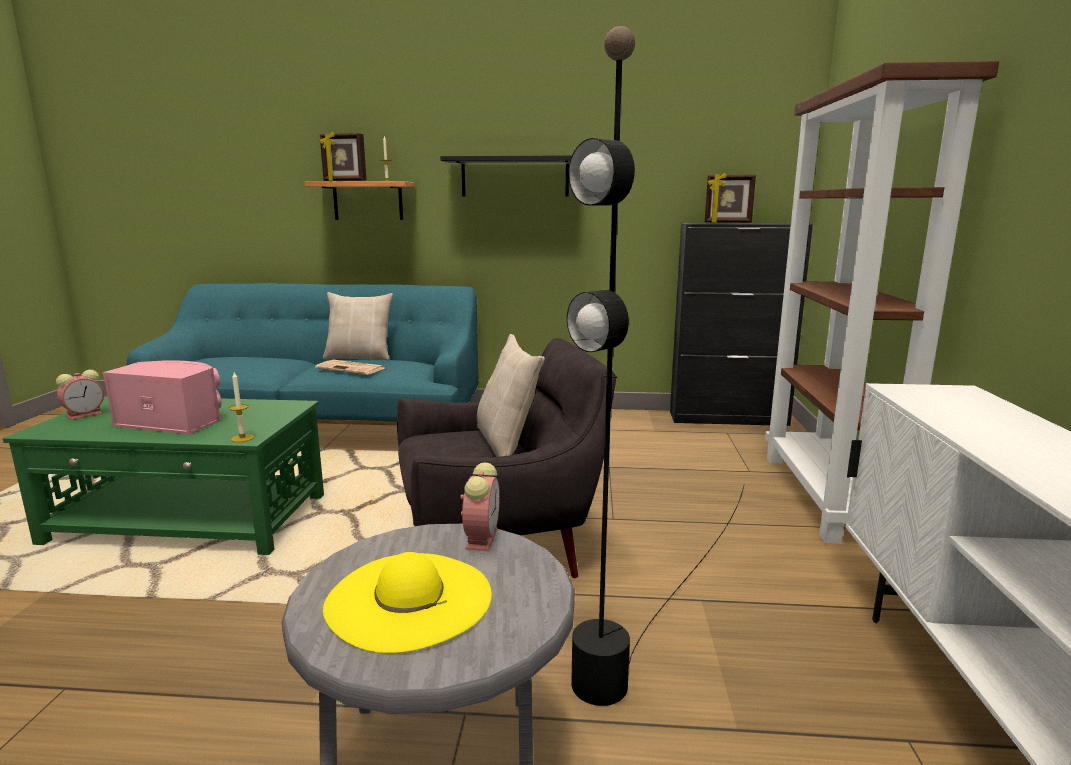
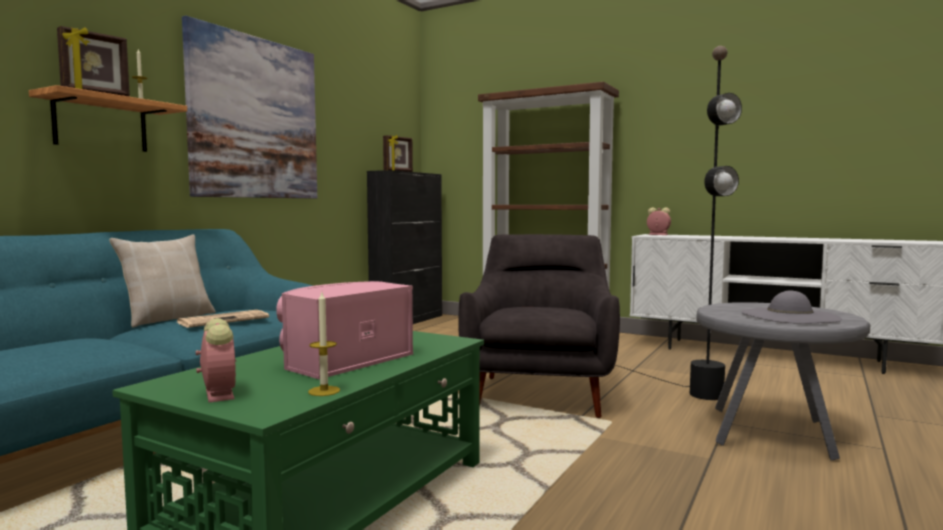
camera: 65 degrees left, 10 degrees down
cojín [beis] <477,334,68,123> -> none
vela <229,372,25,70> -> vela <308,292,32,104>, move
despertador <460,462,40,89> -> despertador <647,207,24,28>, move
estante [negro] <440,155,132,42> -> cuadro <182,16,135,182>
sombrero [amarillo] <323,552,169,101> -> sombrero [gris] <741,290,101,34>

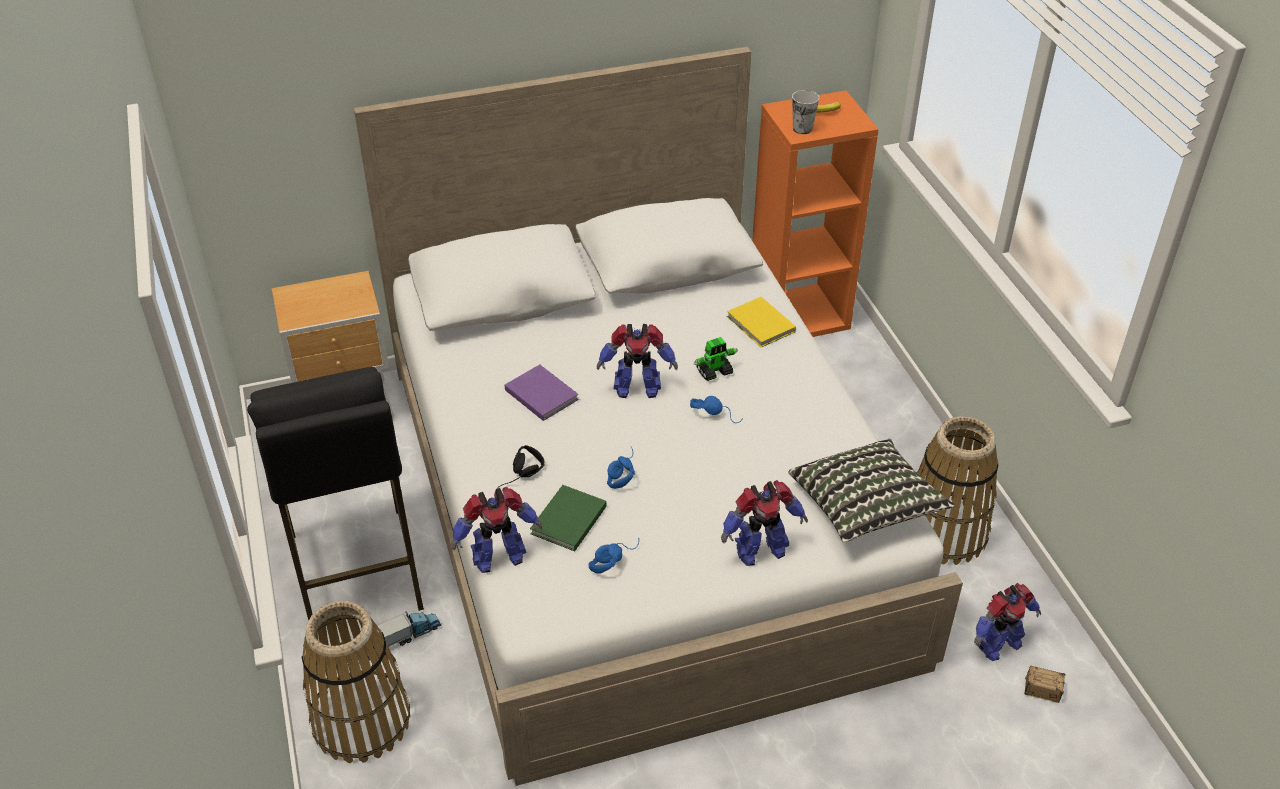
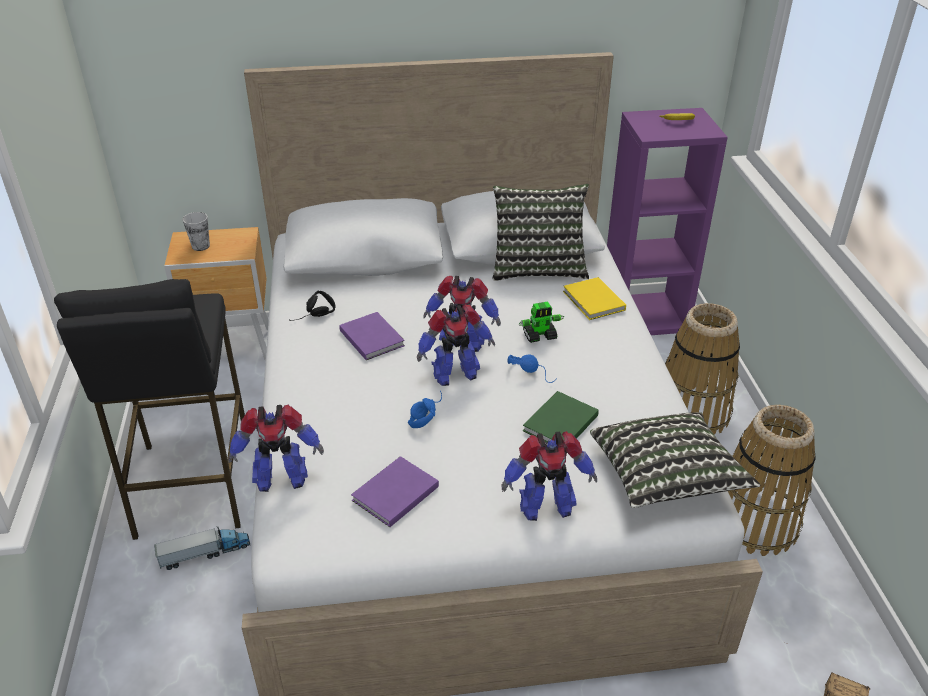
camera: 10 degrees right, 5 degrees down
none -> cojín <493,184,96,97>
cesta <302,601,108,162> -> cesta <665,303,75,132>, move
auriculares [negro] <499,445,46,42> -> auriculares [negro] <290,291,46,30>, move
libro [verde] <530,485,77,66> -> libro [verde] <523,391,76,51>, move
taza <792,90,27,44> -> taza <182,212,28,39>, move
robot de juguete <974,583,67,78> -> robot de juguete <417,304,78,82>, move
auriculares [azul] <589,538,50,36> -> libro [morado] <351,456,88,71>
estantería [naranja] <752,90,127,247> -> estantería [morado] <607,108,121,227>

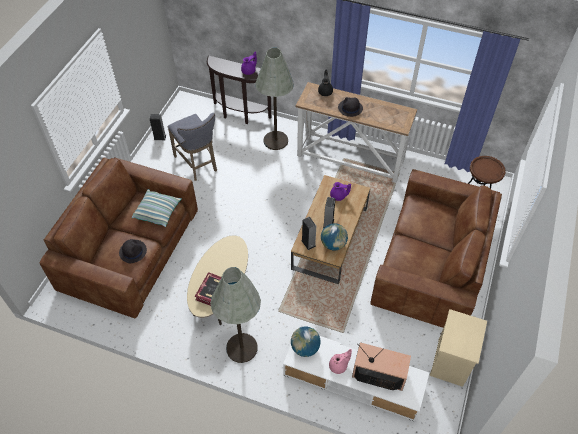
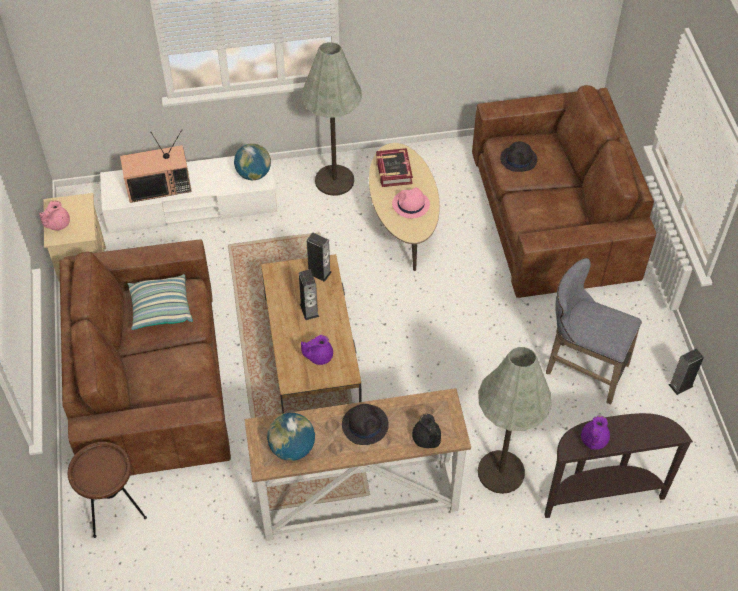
camera: 150 degrees right, 0 degrees up
none -> sombrero [rosa] <392,188,38,30>
cojín <132,189,50,38> -> cojín <128,274,65,56>, move
globo terráqueo <321,223,27,27> -> globo terráqueo <267,413,48,48>, move
tetera [rosa] <329,349,23,25> -> tetera [rosa] <39,200,31,30>, move

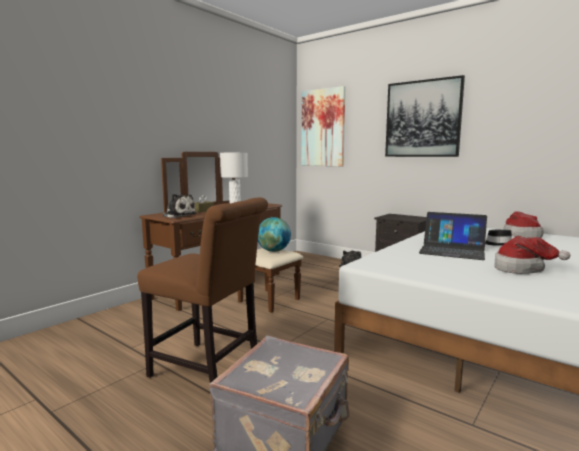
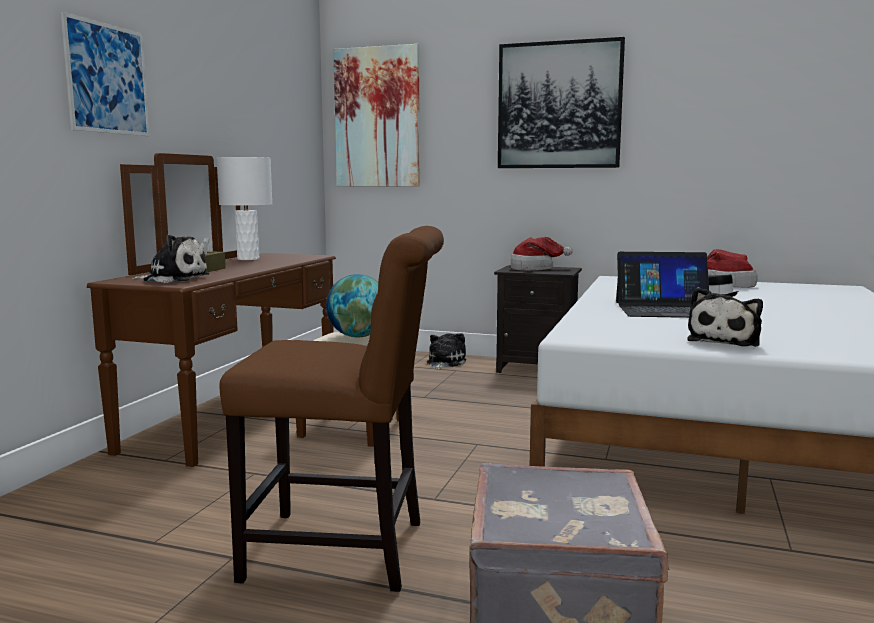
camera: 20 degrees left, 0 degrees up
none -> cuadro <61,12,89,124>
none -> peluche <687,287,76,60>
sombrero <495,236,75,38> -> sombrero <511,237,61,34>, move

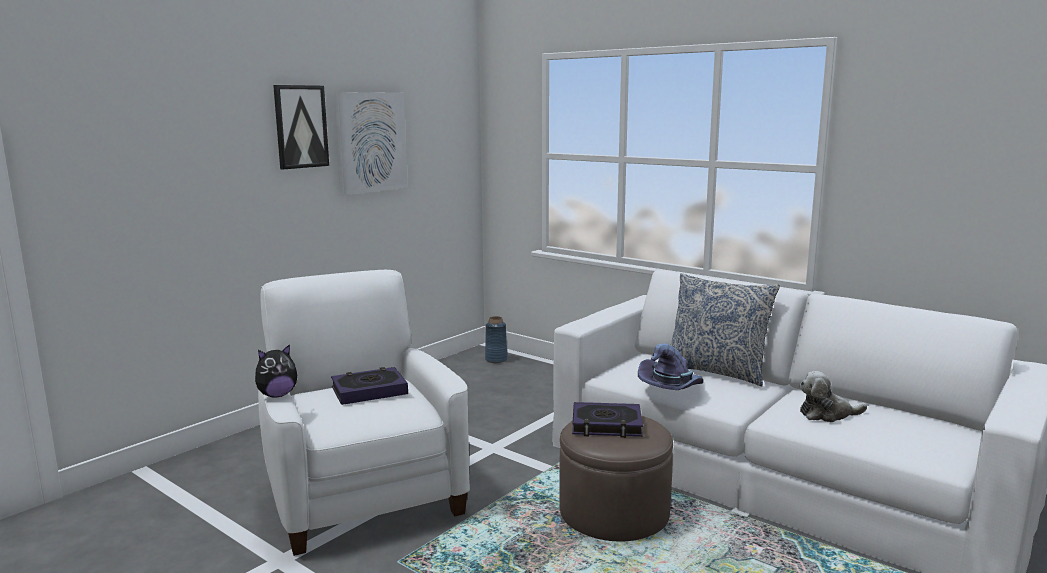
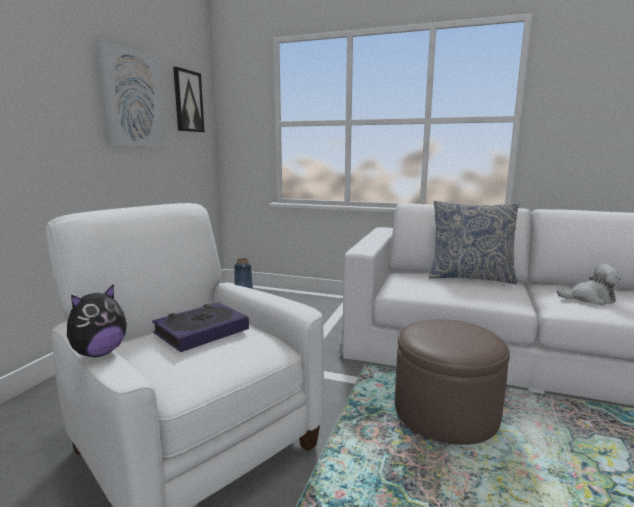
camera: 20 degrees left, 0 degrees up
libro <572,402,71,36> -> none
sombrero [morado] <638,344,65,46> -> none
cuadro <273,85,56,84> -> cuadro <173,67,31,65>, move
peluche <799,371,68,51> -> peluche <557,264,65,41>, 150 degrees counterclockwise

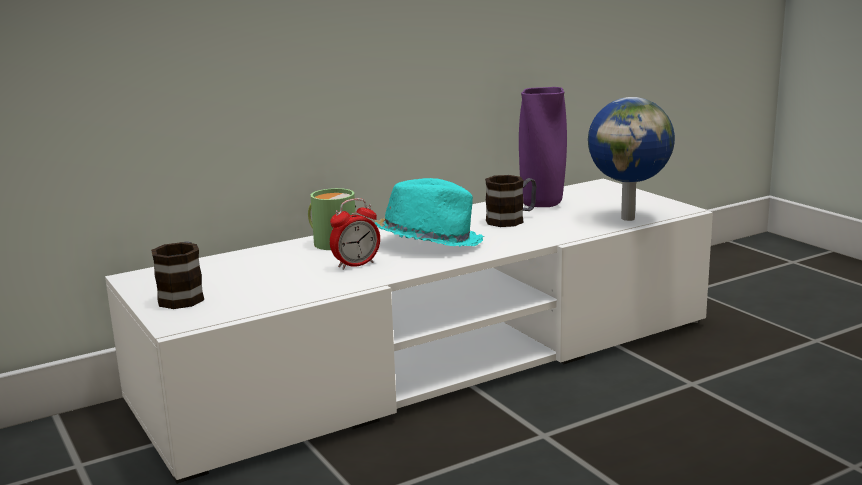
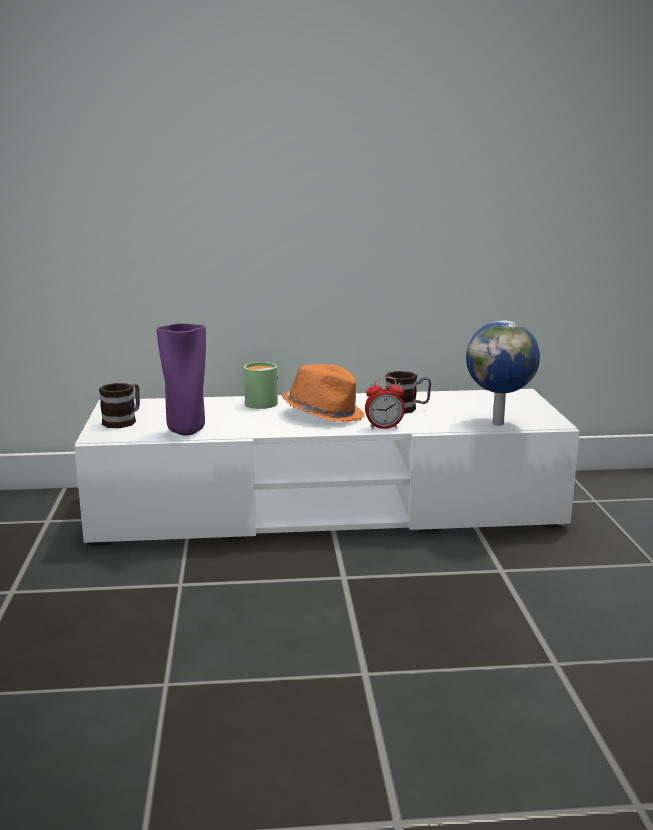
camera: 25 degrees right, 0 degrees up
despertador <330,198,50,72> -> despertador <365,377,40,52>, move
florero [morado] <519,87,48,120> -> florero [morado] <156,323,50,113>, move
sombrero [turquesa] <375,178,109,69> -> sombrero [naranja] <282,364,82,59>

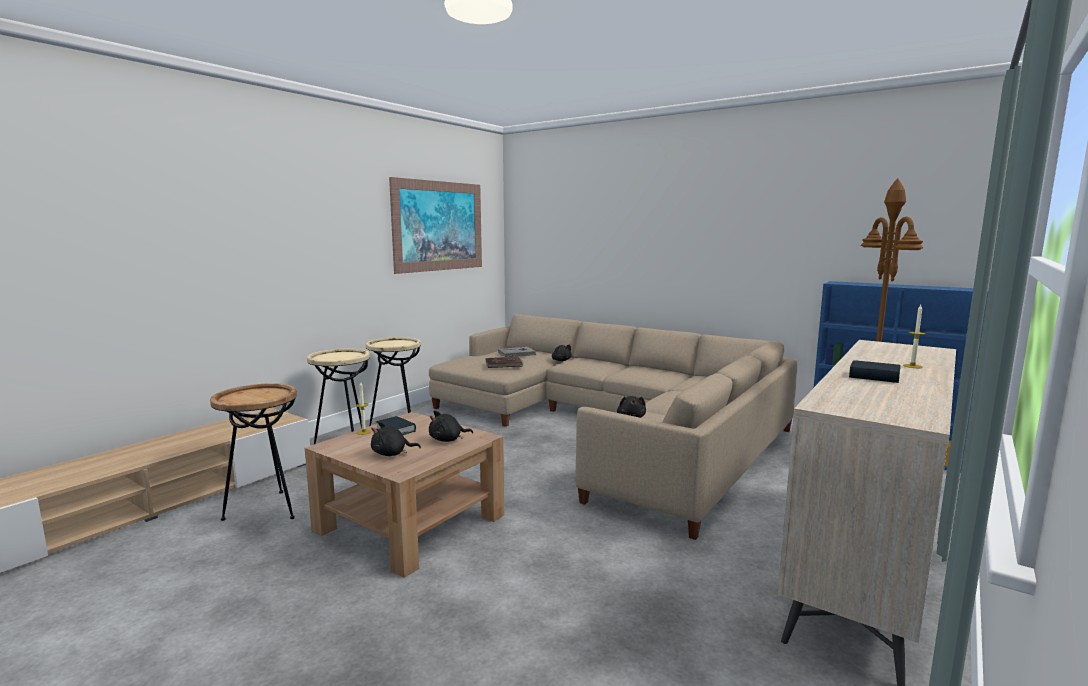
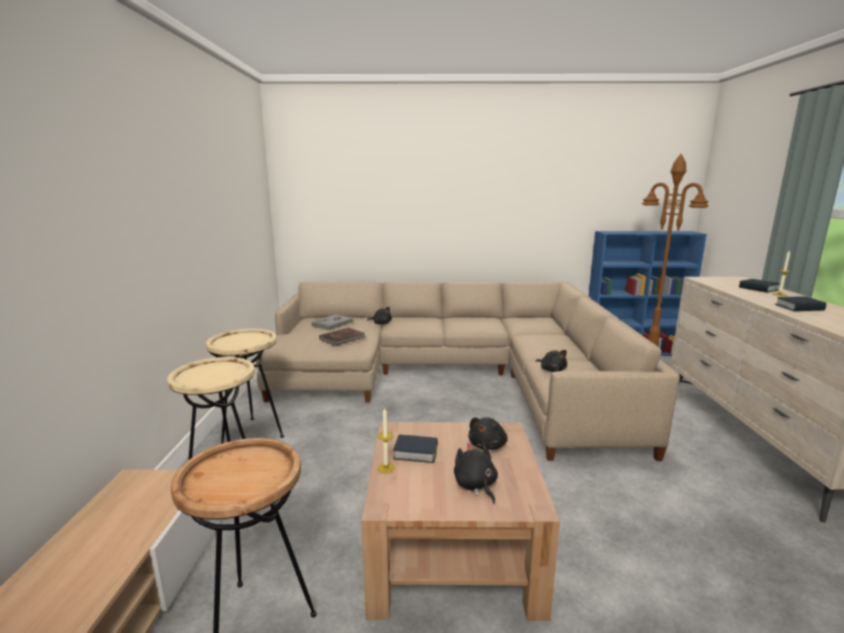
camera: 35 degrees left, 5 degrees up
cuadro <389,177,93,97> -> none
none -> libro <739,279,41,14>
peluche [negro] <371,422,50,34> -> peluche [negro] <454,443,44,61>, 120 degrees clockwise

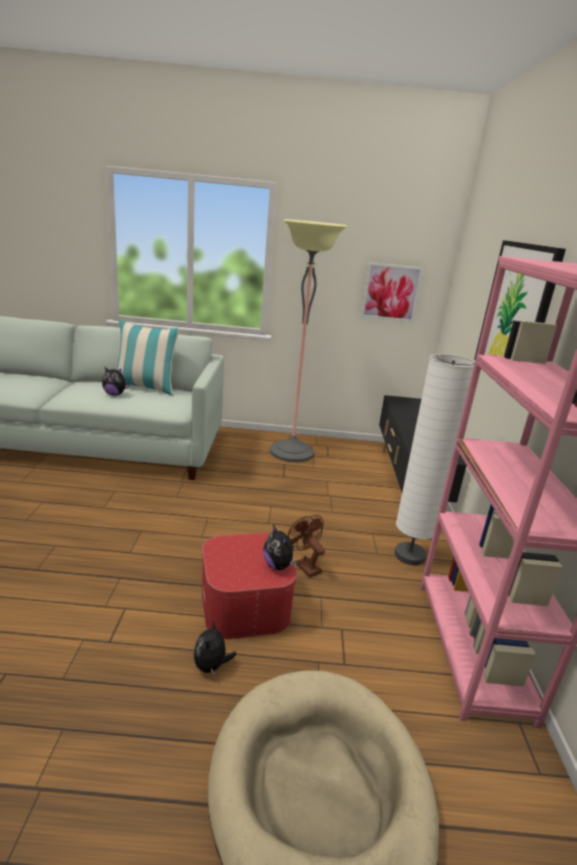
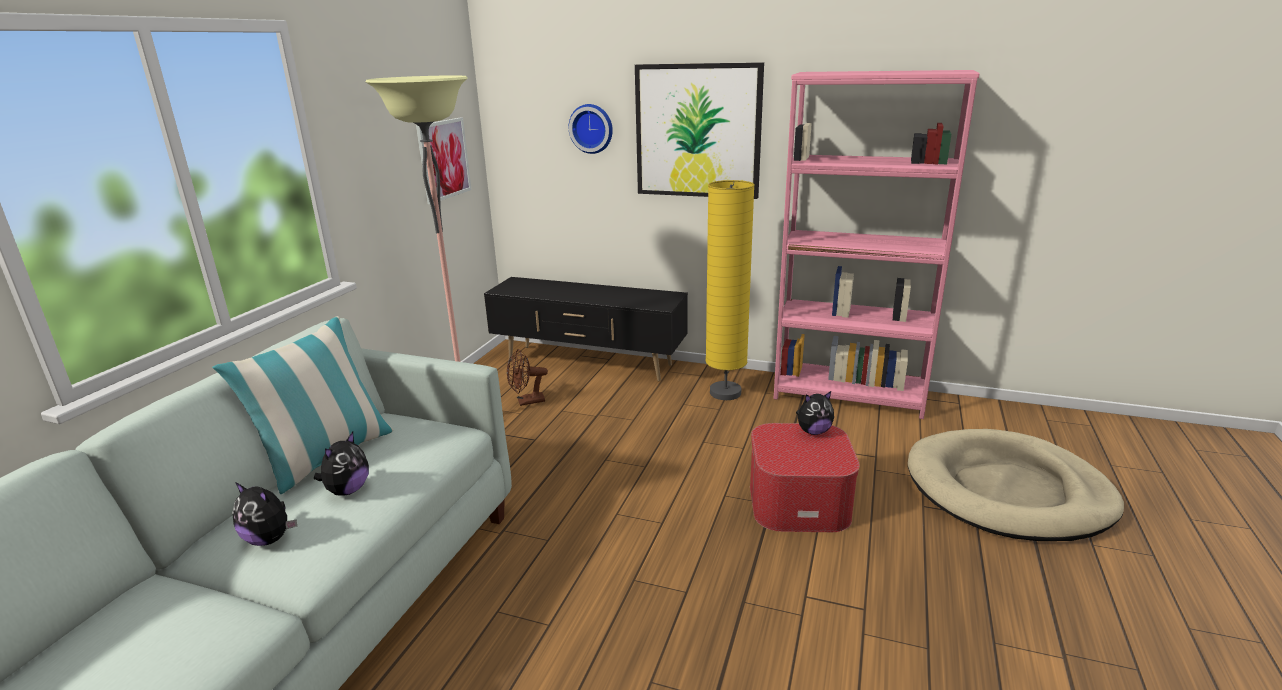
camera: 70 degrees left, 0 degrees up
none -> reloj de pared <569,104,44,50>
peluche <194,621,42,55> -> peluche <232,482,65,64>, move
ventilador [marrón] <287,515,38,62> -> ventilador [marrón] <507,349,41,57>, move
lámpara de pie [blanco] <395,354,80,211> -> lámpara de pie [amarillo] <705,180,50,220>

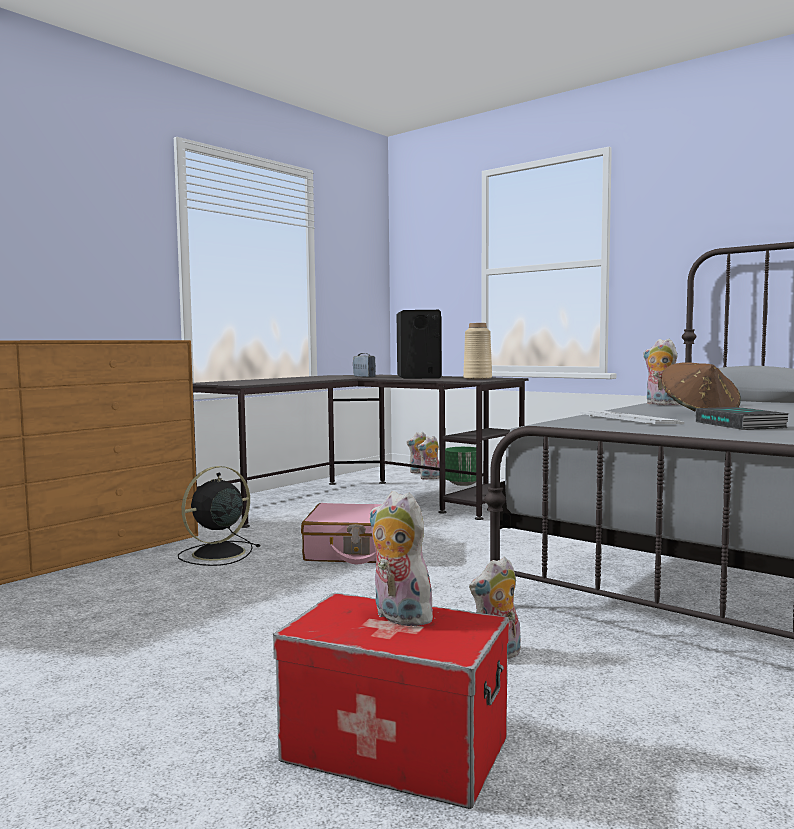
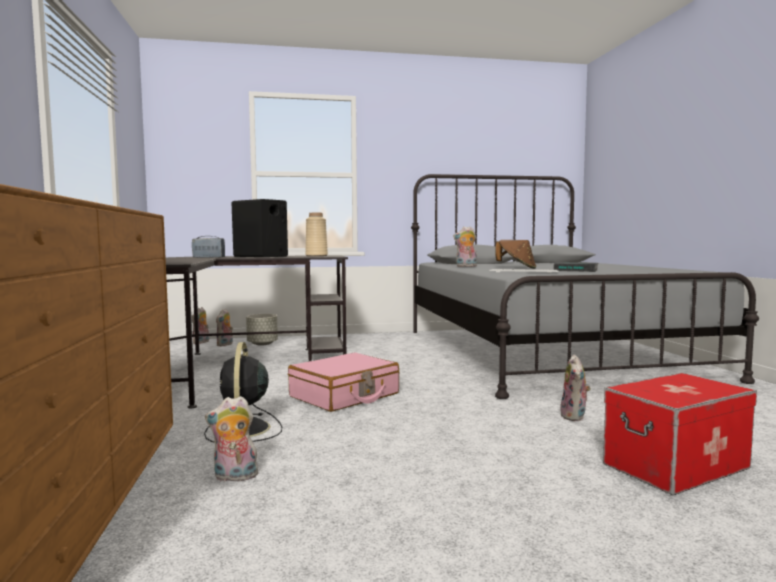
camera: 50 degrees left, 0 degrees up
peluche <369,491,66,135> -> peluche <205,396,57,87>, move
maceta [verde] <445,447,31,39> -> maceta [gris] <246,314,32,32>

